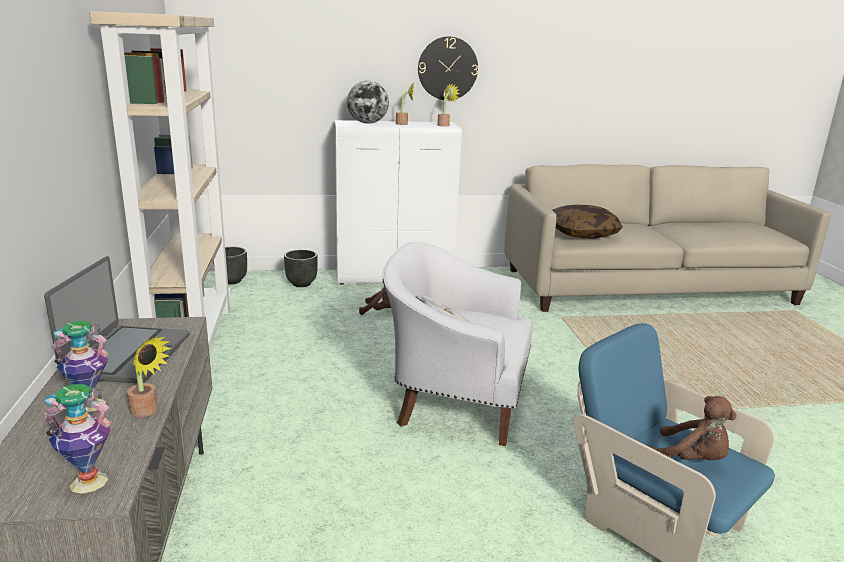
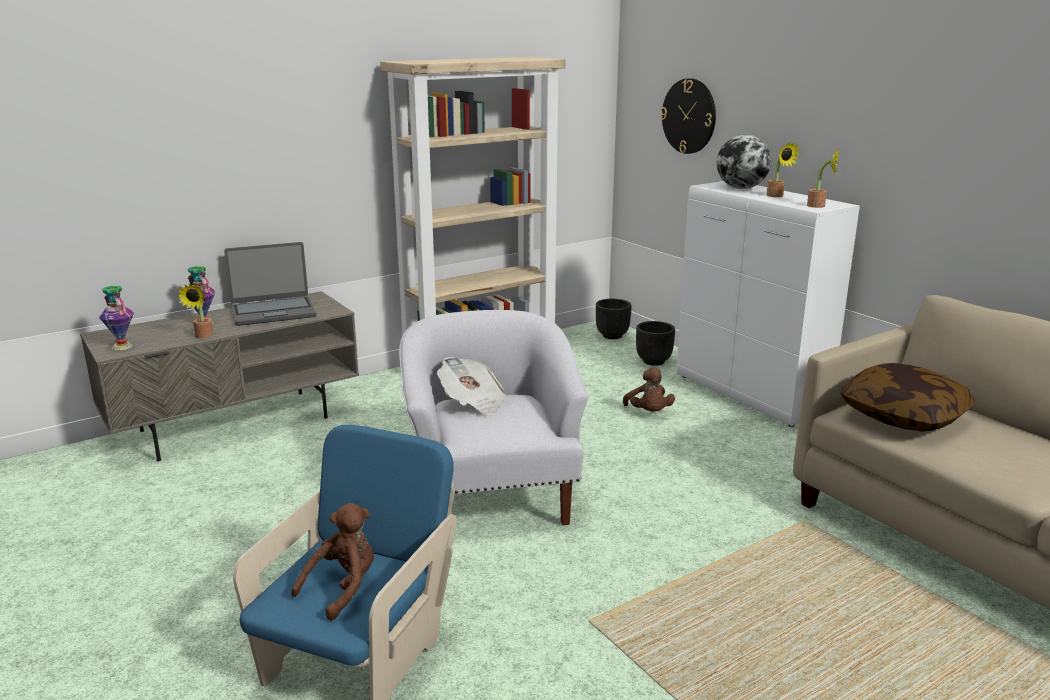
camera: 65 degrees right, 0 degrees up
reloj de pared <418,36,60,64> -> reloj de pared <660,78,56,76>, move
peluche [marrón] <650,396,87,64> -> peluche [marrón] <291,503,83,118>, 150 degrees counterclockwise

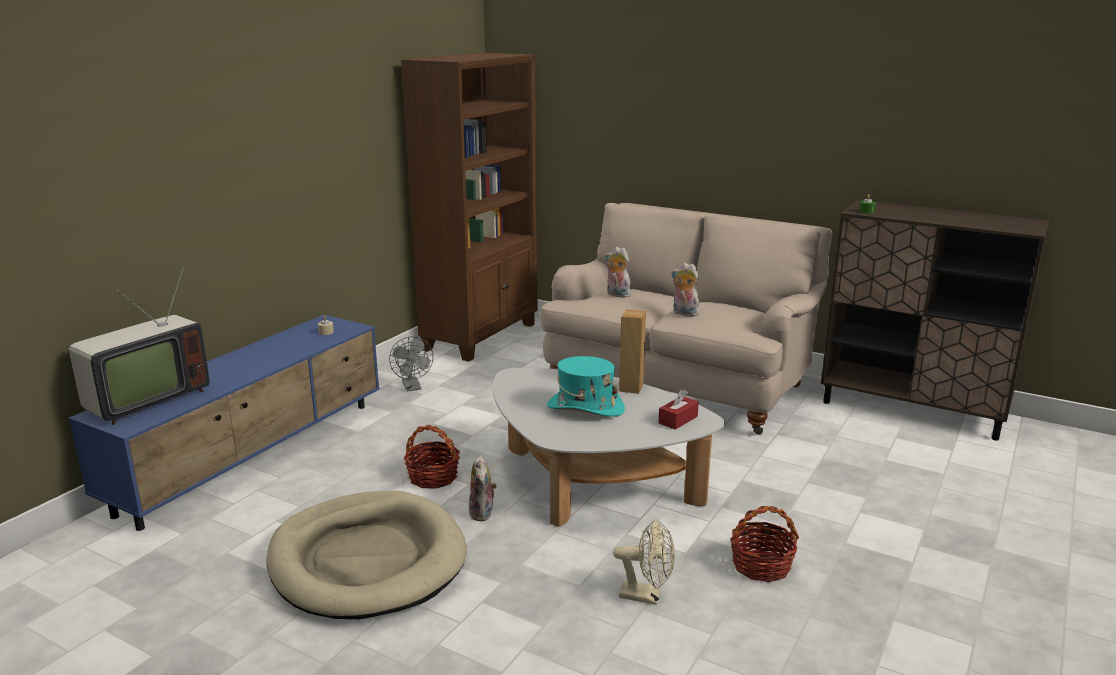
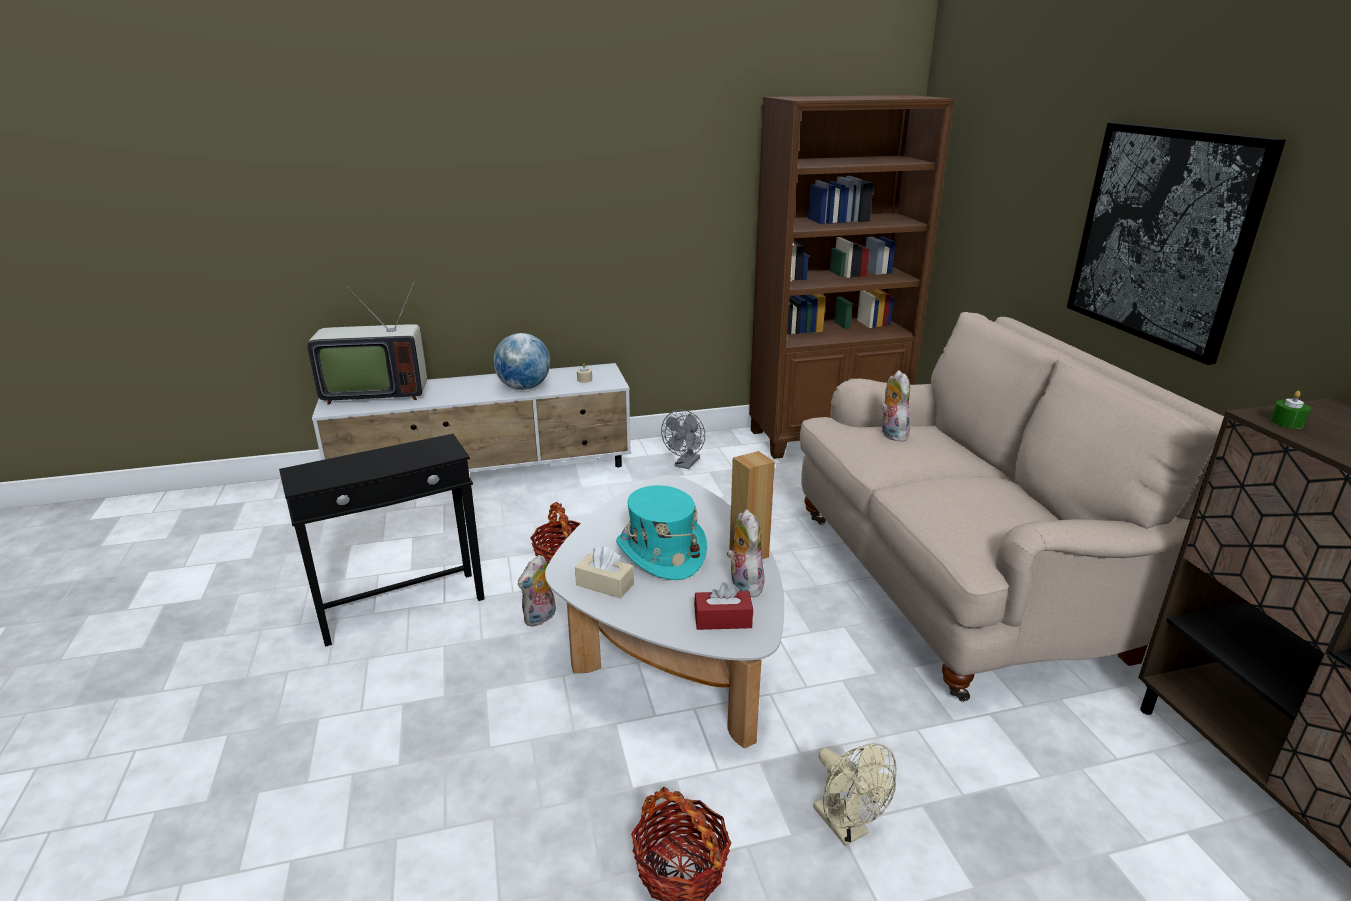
camera: 45 degrees right, 5 degrees up
none -> globo terráqueo <493,333,57,57>
none -> caja de pañuelos [beis] <575,546,59,53>
none -> cuadro <1067,122,219,243>
ventilador [beis] <613,519,62,86> -> ventilador [beis] <813,743,84,103>, move
peluche <671,263,28,54> -> peluche <727,509,38,88>, move
cama para perro [beis] <266,491,201,128> -> mesa auxiliar [negro] <279,434,206,213>
mueble de televisión [azul] <68,315,312,216> -> mueble de televisión [blanco] <312,363,319,109>

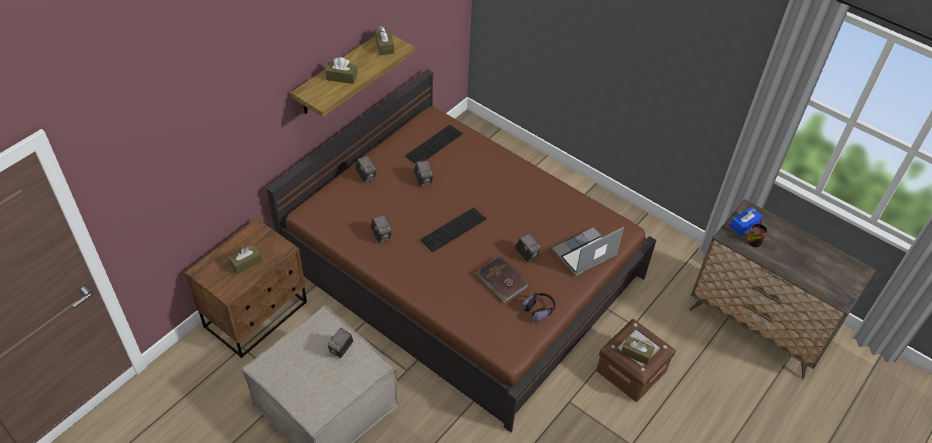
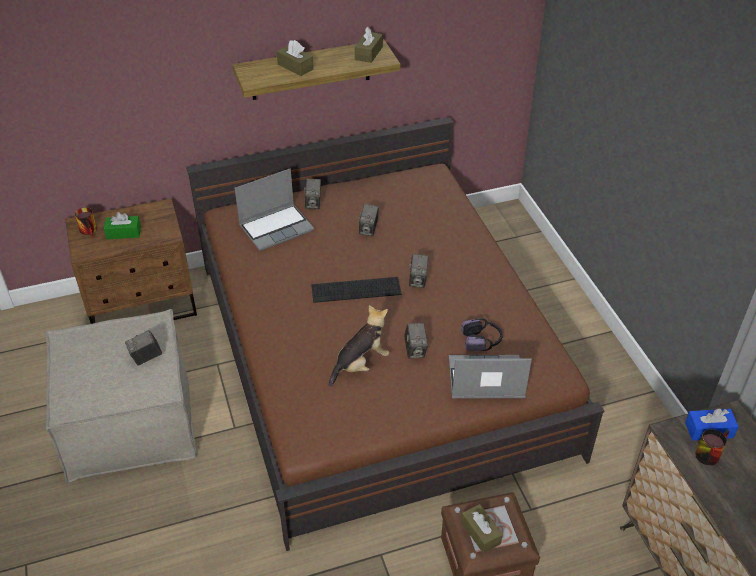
camera: 35 degrees right, 5 degrees down
teclado <405,125,58,39> -> none
none -> taza grande <75,207,22,31>
none -> portátil <235,169,79,82>
cámara <371,215,21,28> -> cámara <409,254,19,34>, move
auriculares <522,293,33,30> -> auriculares <461,318,42,33>, move
libro [marrón] <475,256,54,47> -> peluche <329,305,60,82>
caja de pañuelos [marrón] <228,244,34,30> -> caja de pañuelos [verde] <104,212,37,27>

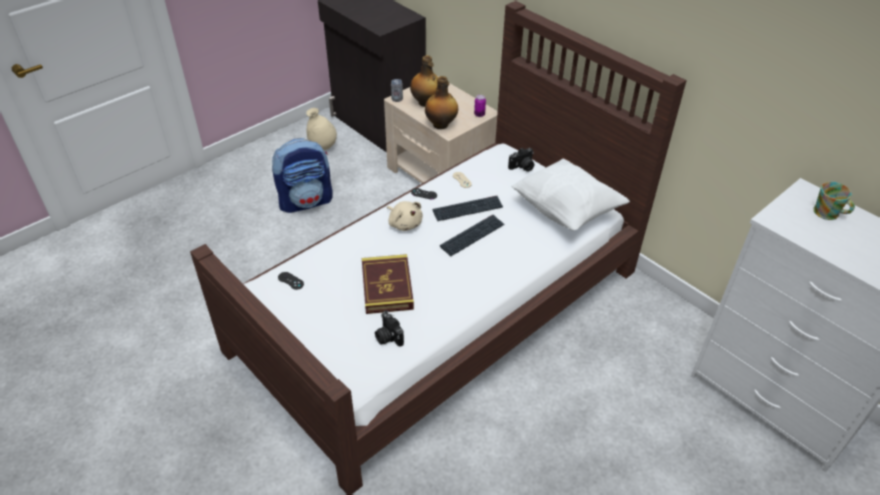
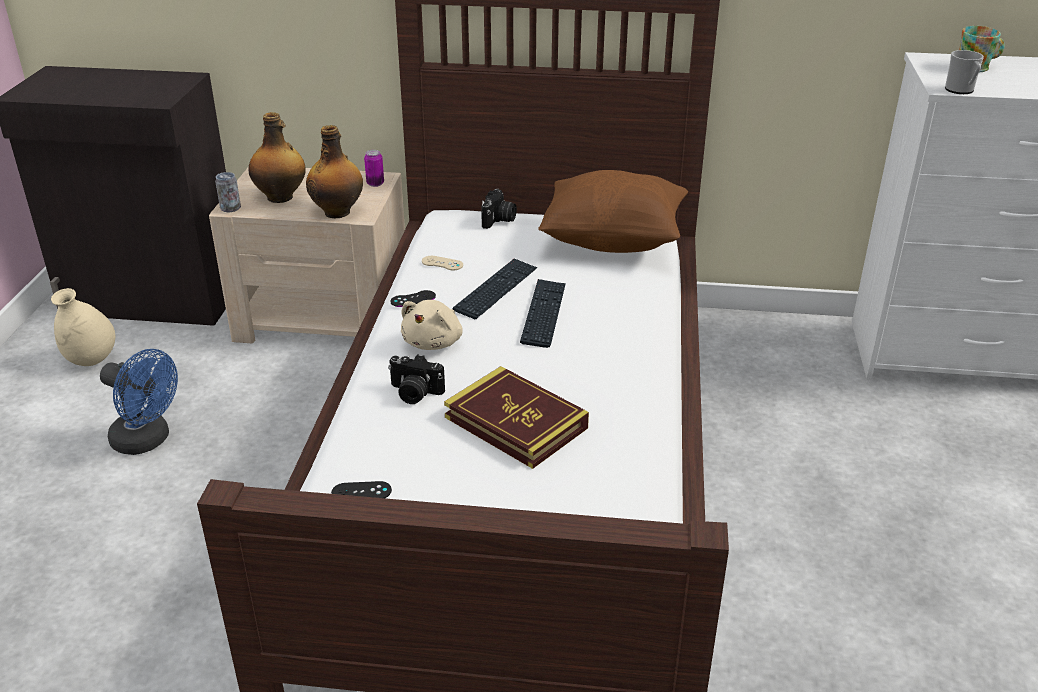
camera: 40 degrees left, 10 degrees down
none -> taza grande <945,50,39,44>
cámara <375,311,29,36> -> cámara <388,354,57,50>, move
mochila <272,138,61,75> -> ventilador [azul] <100,349,78,106>
cojín [blanco] <511,159,119,72> -> cojín [marrón] <538,170,150,83>
peluche [beis] <387,201,36,30> -> peluche [beis] <401,300,62,50>, 105 degrees clockwise

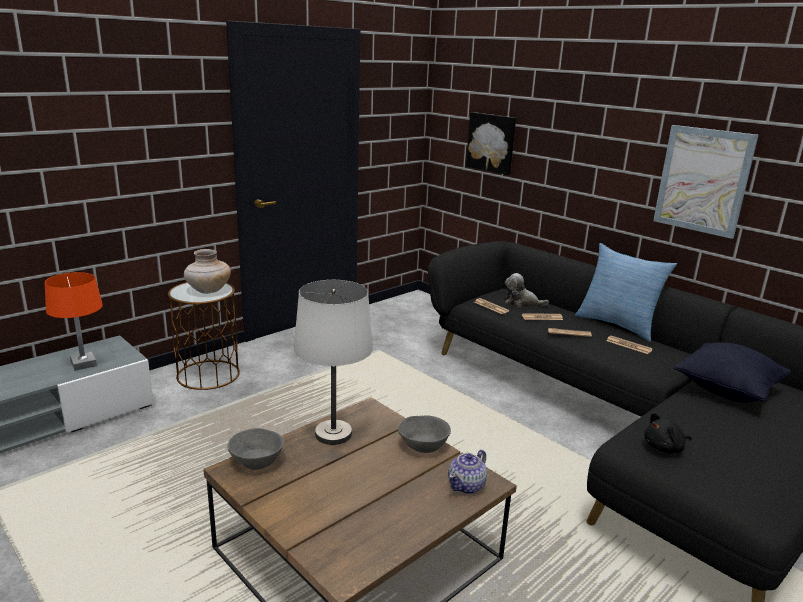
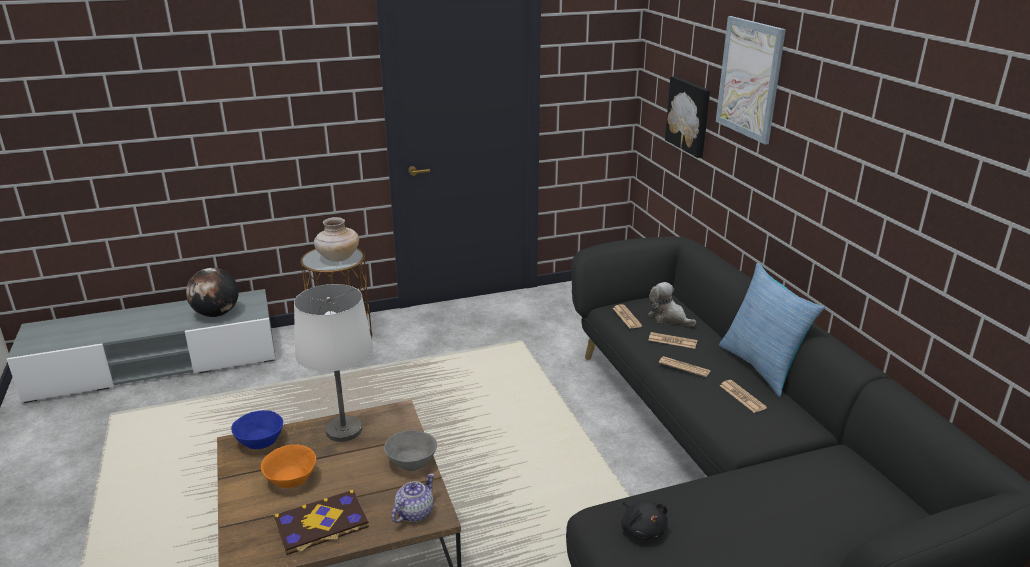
camera: 25 degrees right, 5 degrees up
cojín [negro] <673,342,118,60> -> none
none -> cuenco [naranja] <261,444,55,44>
none -> libro <274,489,95,66>
cuadro <653,125,105,114> -> cuadro <716,16,70,129>, move
lámpara de mesa [naranja] <45,272,58,99> -> globo terráqueo <186,268,53,49>
cuenco [gris] <227,428,57,42> -> cuenco [azul] <231,410,52,39>
tetera <448,450,39,44> -> tetera <392,473,42,50>, 150 degrees clockwise
peluche [negro] <644,413,47,40> -> peluche [negro] <621,500,47,40>, 120 degrees counterclockwise

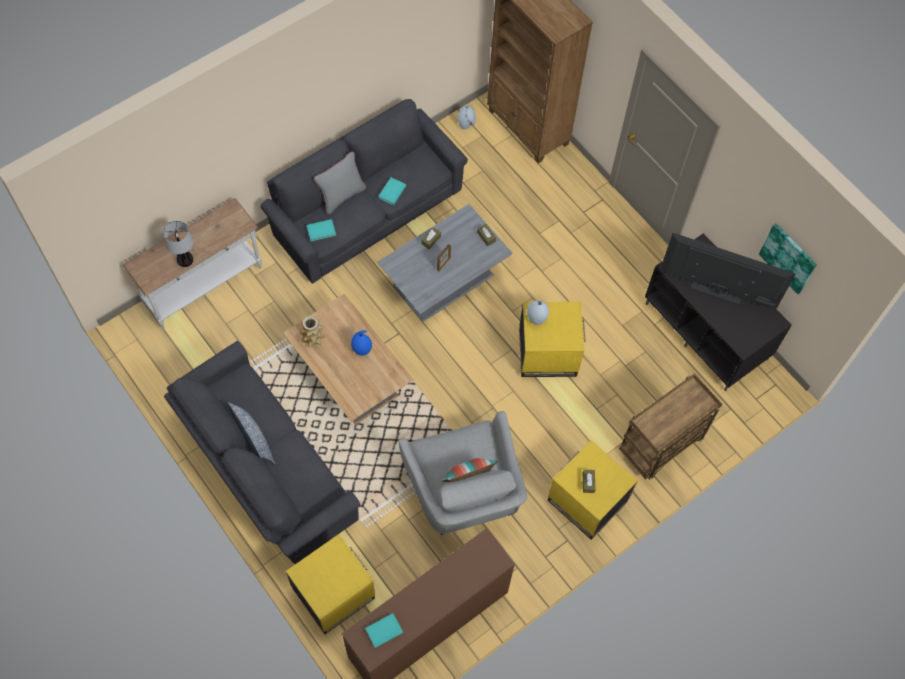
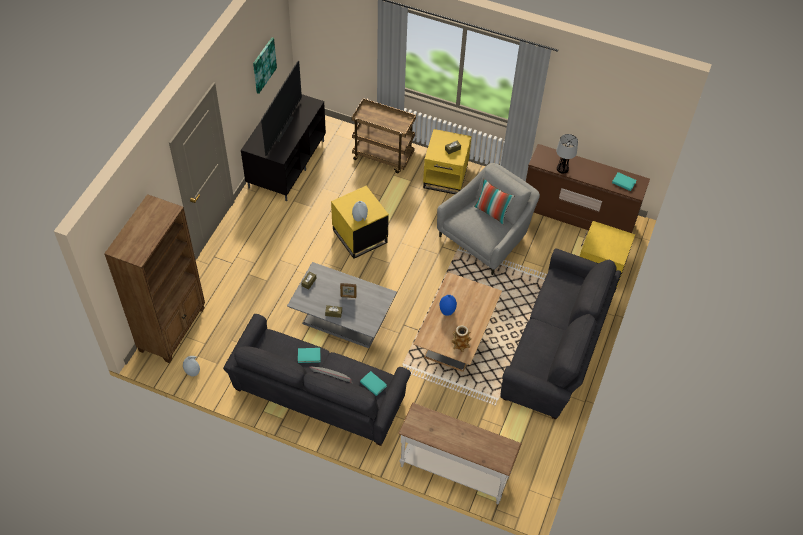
camera: 120 degrees left, 10 degrees down
cojín <228,402,47,63> -> none
lámpara de mesa <163,221,30,46> -> lámpara de mesa <556,134,22,40>, move
televisor <660,233,135,75> -> televisor <261,61,41,95>, 150 degrees counterclockwise

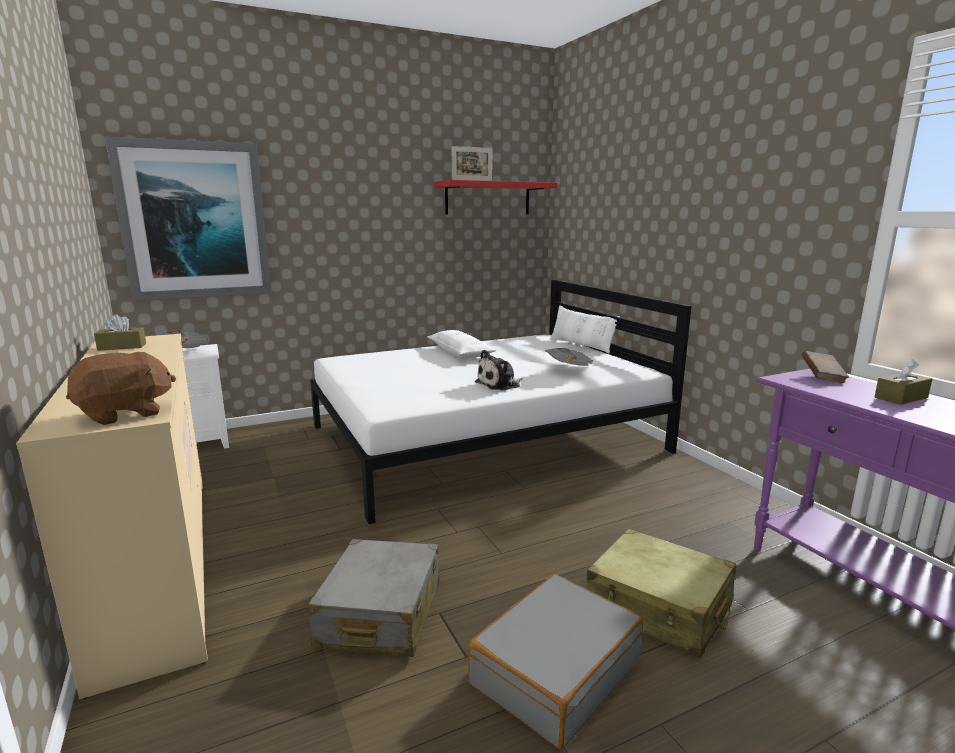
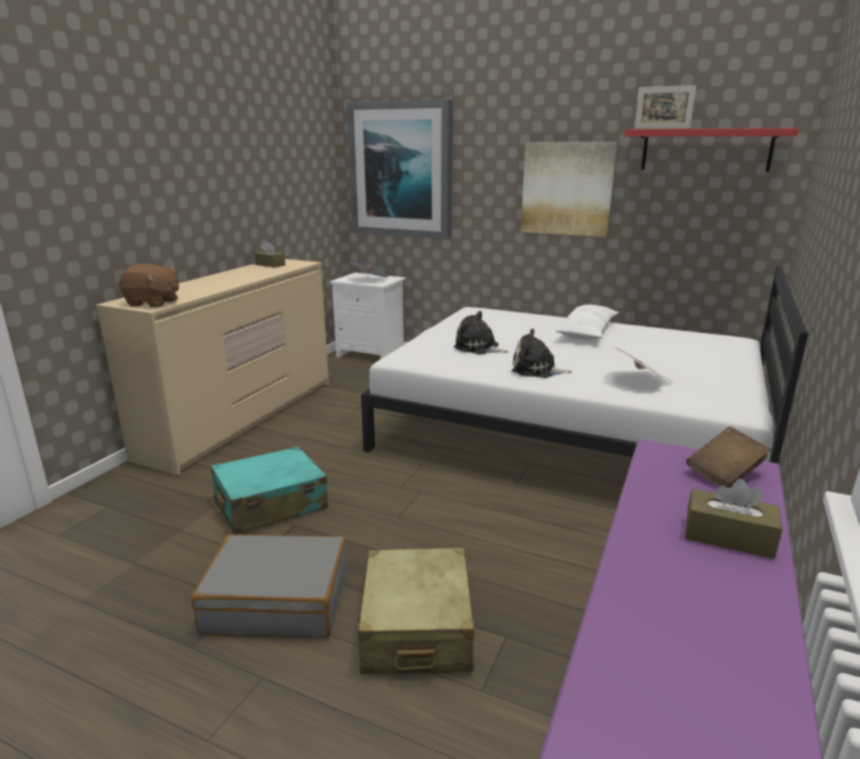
camera: 50 degrees right, 5 degrees up
cojín [blanco] <549,305,71,48> -> none
none -> peluche <454,311,55,43>
none -> cuadro <521,142,96,95>
maleta [gris] <308,539,132,118> -> maleta [turquesa] <211,446,117,89>

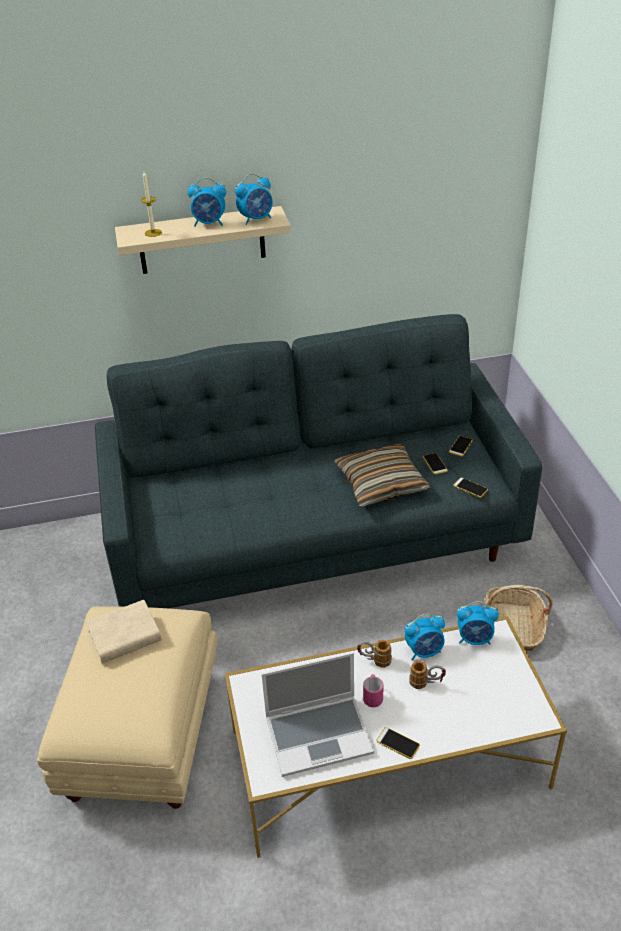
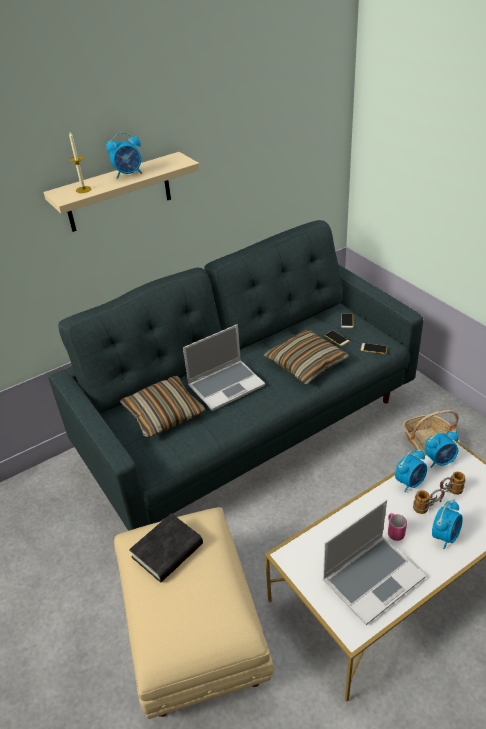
camera: 20 degrees left, 0 degrees up
móvil <376,727,44,32> -> none
none -> cojín <120,376,86,62>
none -> portátil <183,324,82,87>
despertador <235,174,38,51> -> despertador <432,499,31,50>, move
taza grande <357,640,35,28> -> taza grande <440,472,26,23>, move
libro [beis] <86,600,76,64> -> libro [negro] <129,513,74,69>

